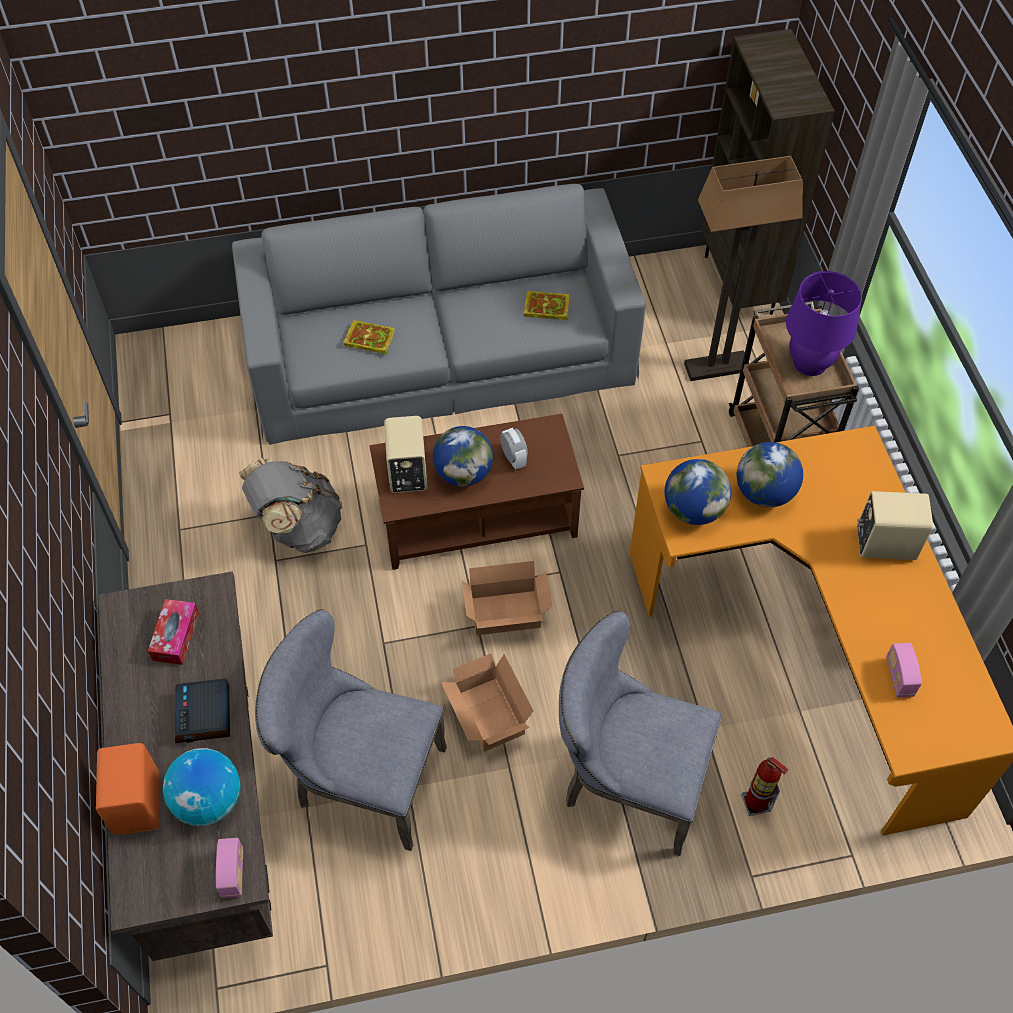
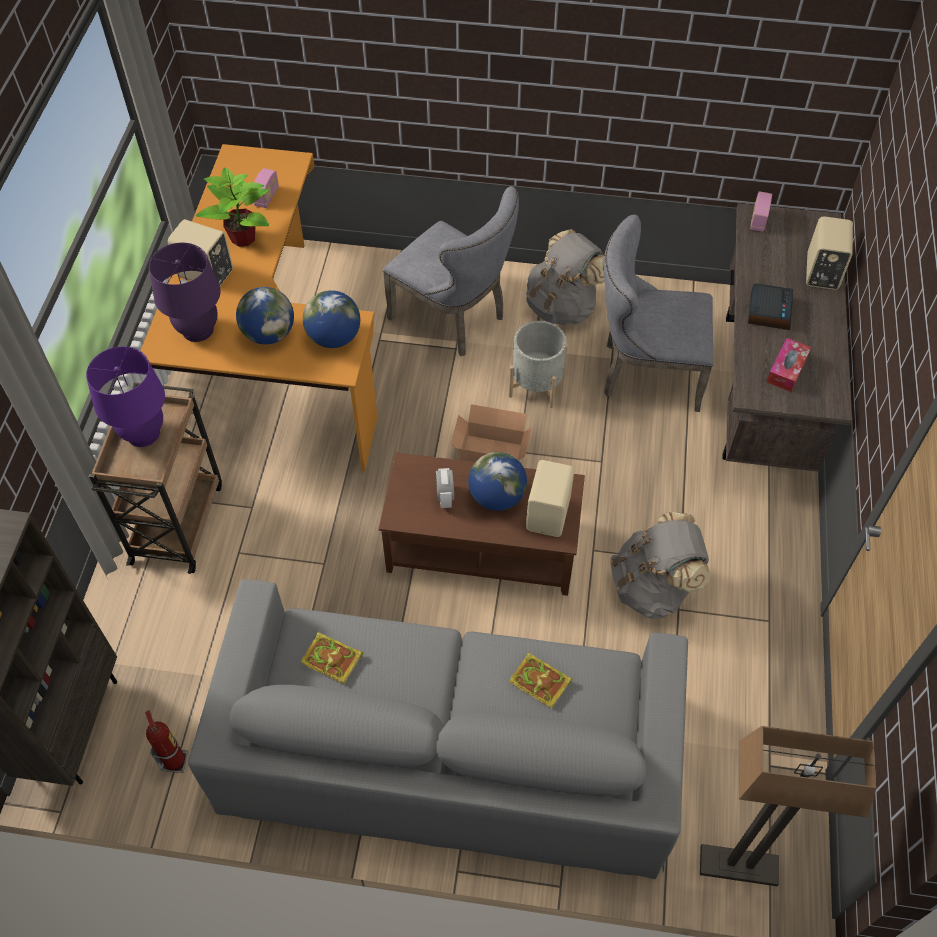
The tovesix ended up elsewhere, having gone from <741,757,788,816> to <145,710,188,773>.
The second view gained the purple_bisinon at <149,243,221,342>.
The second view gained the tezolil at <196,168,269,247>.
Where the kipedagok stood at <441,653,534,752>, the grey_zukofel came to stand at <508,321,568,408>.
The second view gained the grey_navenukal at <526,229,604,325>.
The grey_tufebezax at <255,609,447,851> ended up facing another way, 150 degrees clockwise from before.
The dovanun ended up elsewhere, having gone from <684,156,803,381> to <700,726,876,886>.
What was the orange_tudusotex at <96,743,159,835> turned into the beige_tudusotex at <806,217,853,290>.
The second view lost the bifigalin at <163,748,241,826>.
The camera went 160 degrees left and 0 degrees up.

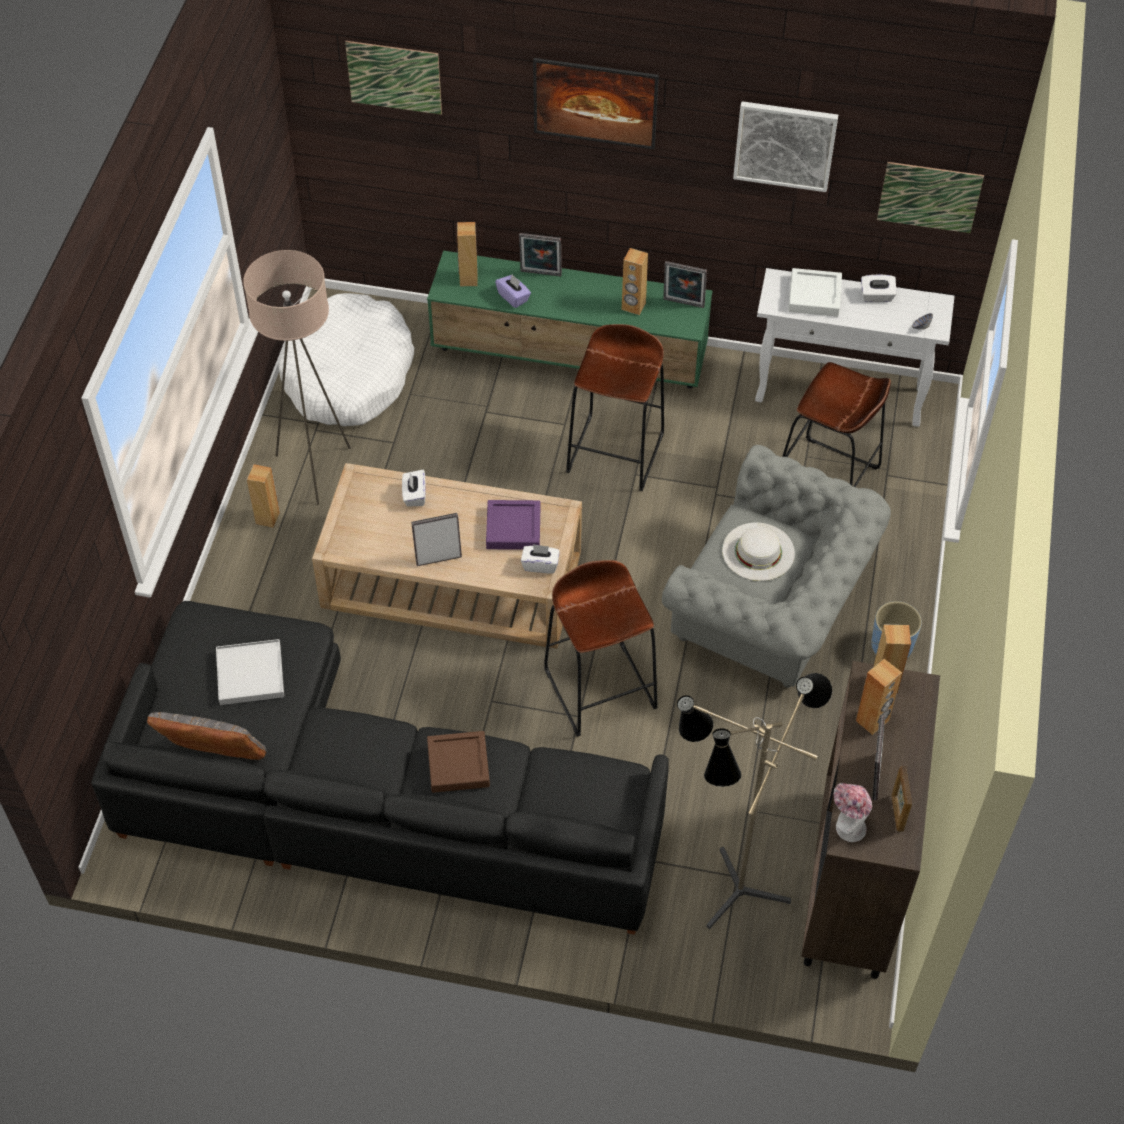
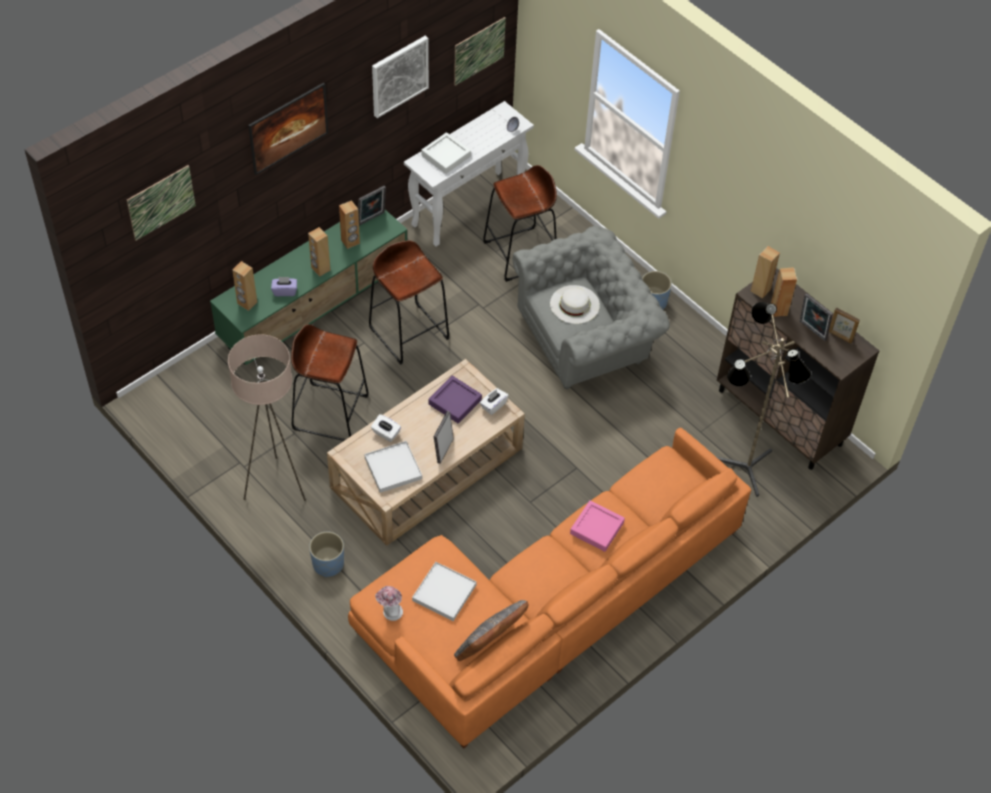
The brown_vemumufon ended up elsewhere, having gone from <544,560,658,737> to <291,324,369,441>.
The brown_tudusotex ended up elsewhere, having gone from <247,464,280,528> to <308,227,331,277>.
The second view gained the blue_zukofel at <309,532,344,577>.
What was the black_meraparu at <91,601,669,935> turned into the orange_meraparu at <348,428,751,748>.
The second view gained the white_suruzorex at <365,441,422,493>.
The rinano ended up elsewhere, having gone from <834,783,872,842> to <375,586,403,621>.
What was the brown_suruzorex at <427,731,490,793> turned into the pink_suruzorex at <570,500,625,552>.
The second view lost the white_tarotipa at <278,293,415,426>.
The second view lost the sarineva at <519,233,562,276>.
The second view lost the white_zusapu at <861,274,897,302>.
The camera went 55 degrees left and 0 degrees up.

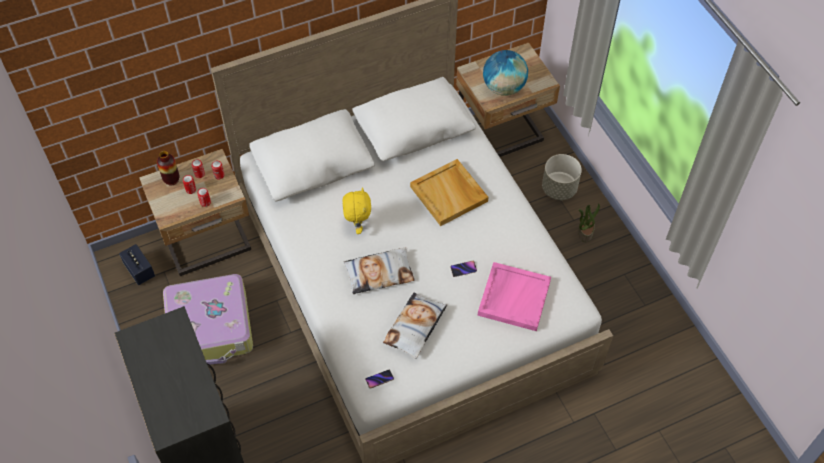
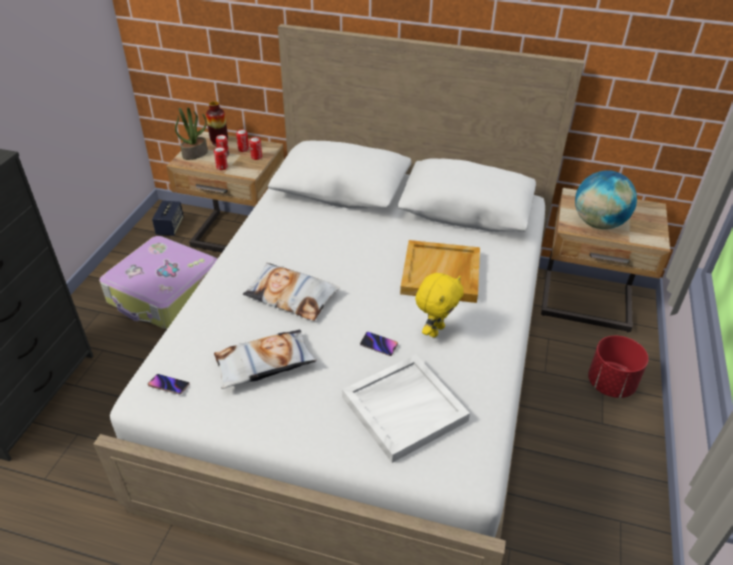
The tezolil ended up elsewhere, having gone from <578,203,600,242> to <175,108,208,160>.
What was the pink_suruzorex at <478,262,551,331> turned into the white_suruzorex at <342,355,470,463>.
The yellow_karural ended up elsewhere, having gone from <342,187,371,234> to <415,273,464,337>.
What was the grey_zukofel at <542,154,582,200> turned into the red_zukofel at <588,336,648,398>.
The camera went 40 degrees right and 15 degrees down.

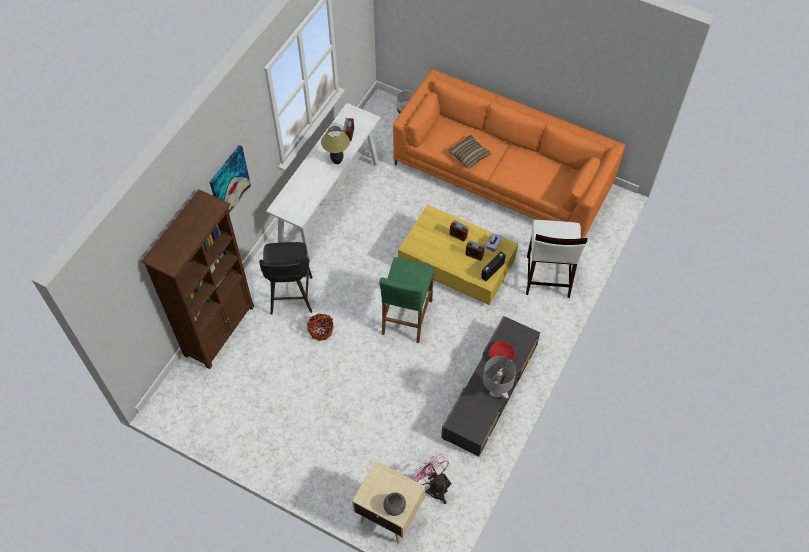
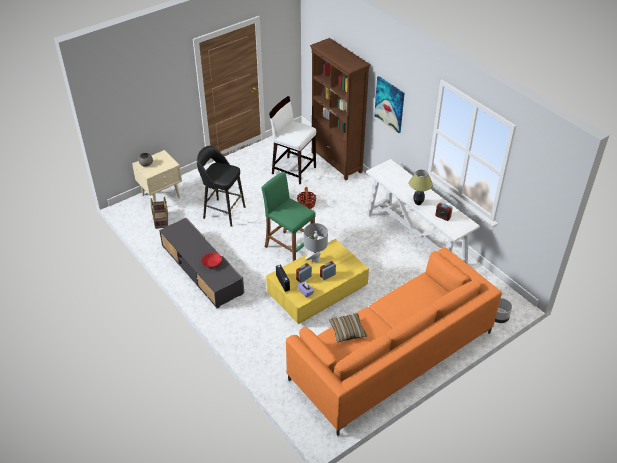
Where the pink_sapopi stood at <412,454,452,504>, the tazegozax came to stand at <150,197,168,229>.
The black_vemumufon ended up elsewhere, having gone from <259,242,312,315> to <197,146,245,227>.
The white_vemumufon ended up elsewhere, having gone from <526,220,587,298> to <269,96,316,185>.
The grey_bisinon ended up elsewhere, having gone from <483,356,516,399> to <304,223,328,263>.
The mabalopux ended up elsewhere, having gone from <448,135,491,169> to <329,313,367,343>.
The camera went 115 degrees right and 15 degrees down.

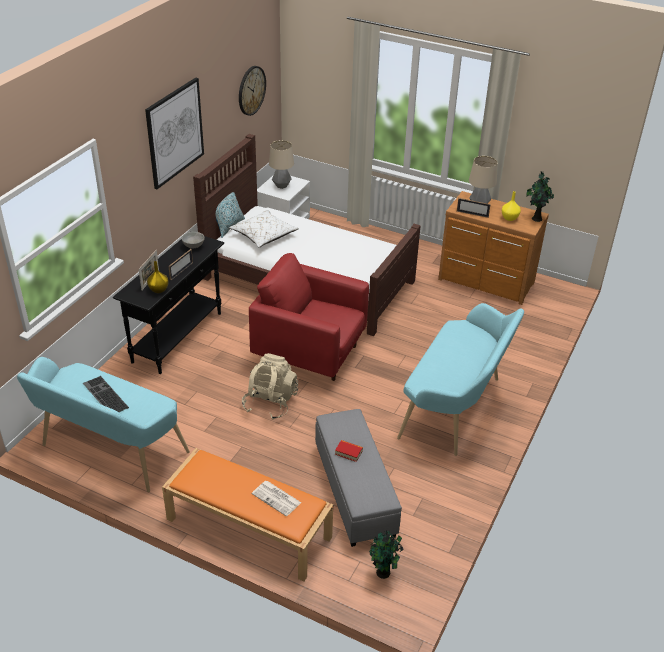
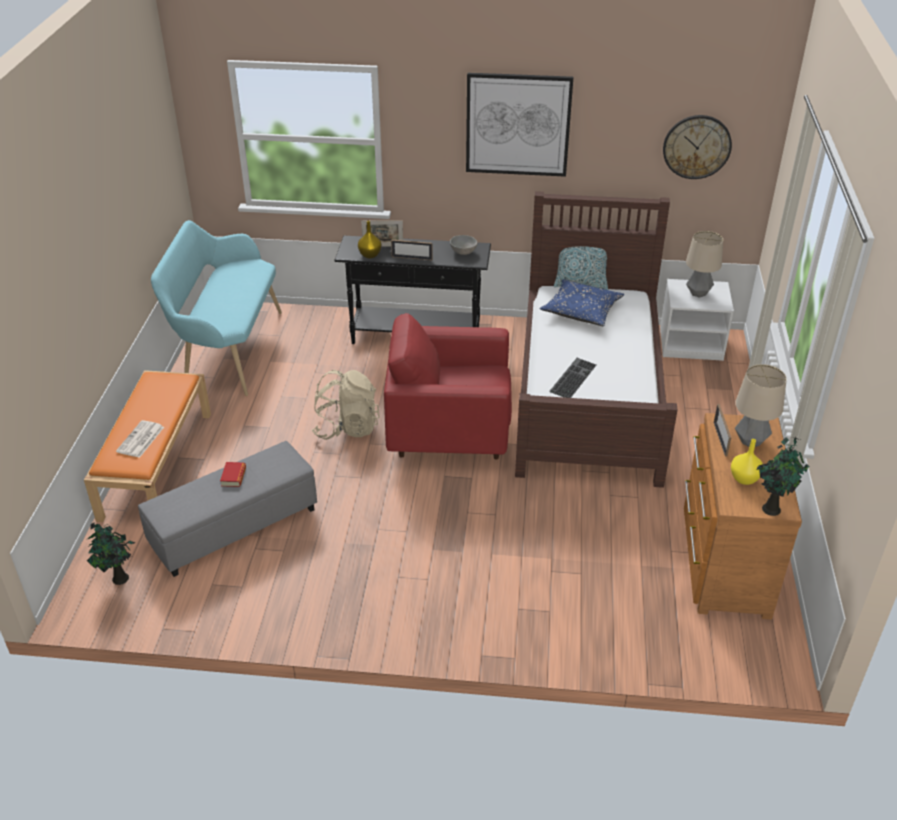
The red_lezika at <249,253,369,381> ended up facing another way, 90 degrees counterclockwise from before.
What was the white_mabalopux at <229,210,299,247> turned into the blue_mabalopux at <540,279,624,326>.
The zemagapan ended up elsewhere, having gone from <83,376,129,412> to <549,358,596,398>.
The second view lost the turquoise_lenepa at <397,303,524,456>.
The camera went 70 degrees right and 0 degrees up.

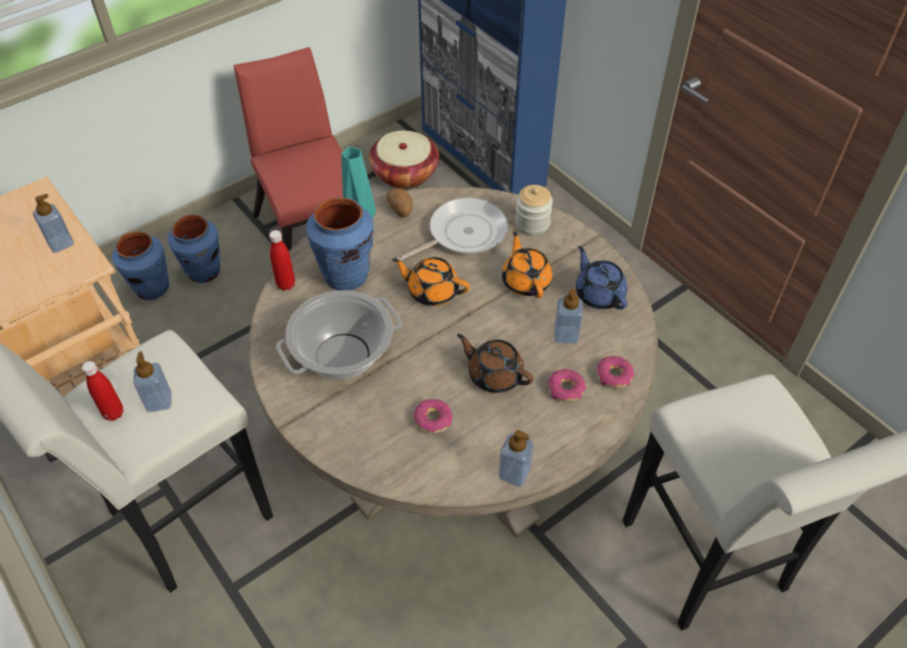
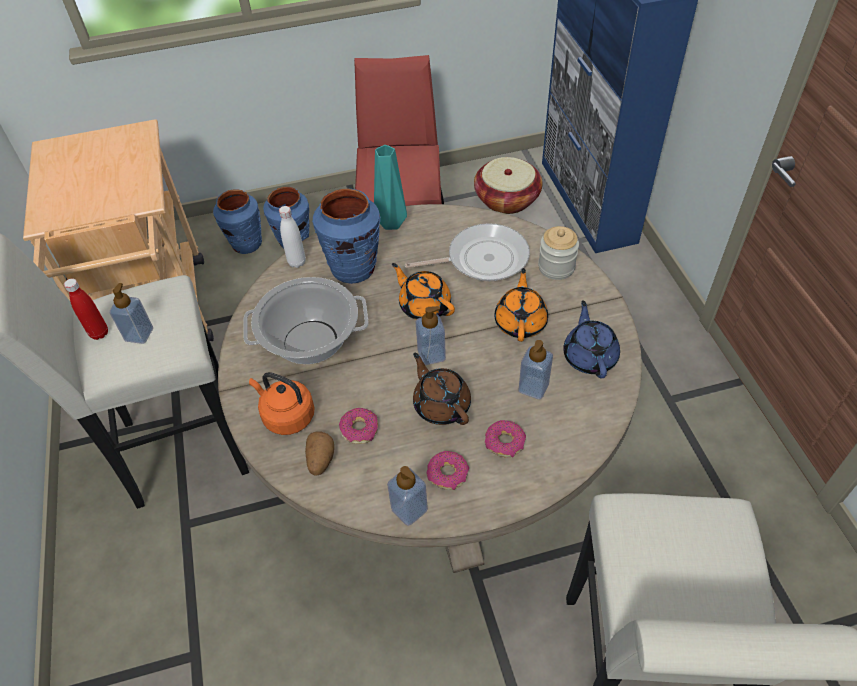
The second view gained the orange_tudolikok at <249,372,315,435>.
What was the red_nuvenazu at <269,230,295,291> turned into the white_nuvenazu at <279,206,306,268>.
The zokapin ended up elsewhere, having gone from <386,188,412,218> to <305,432,334,476>.
The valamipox ended up elsewhere, having gone from <33,194,74,253> to <416,306,446,365>.
The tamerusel ended up elsewhere, having gone from <597,356,634,389> to <426,451,469,490>.
The camera went 25 degrees right and 0 degrees up.

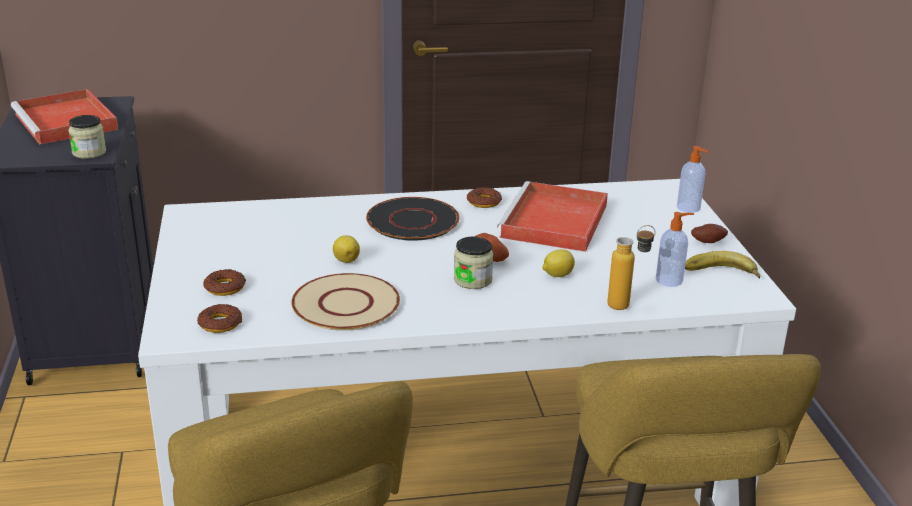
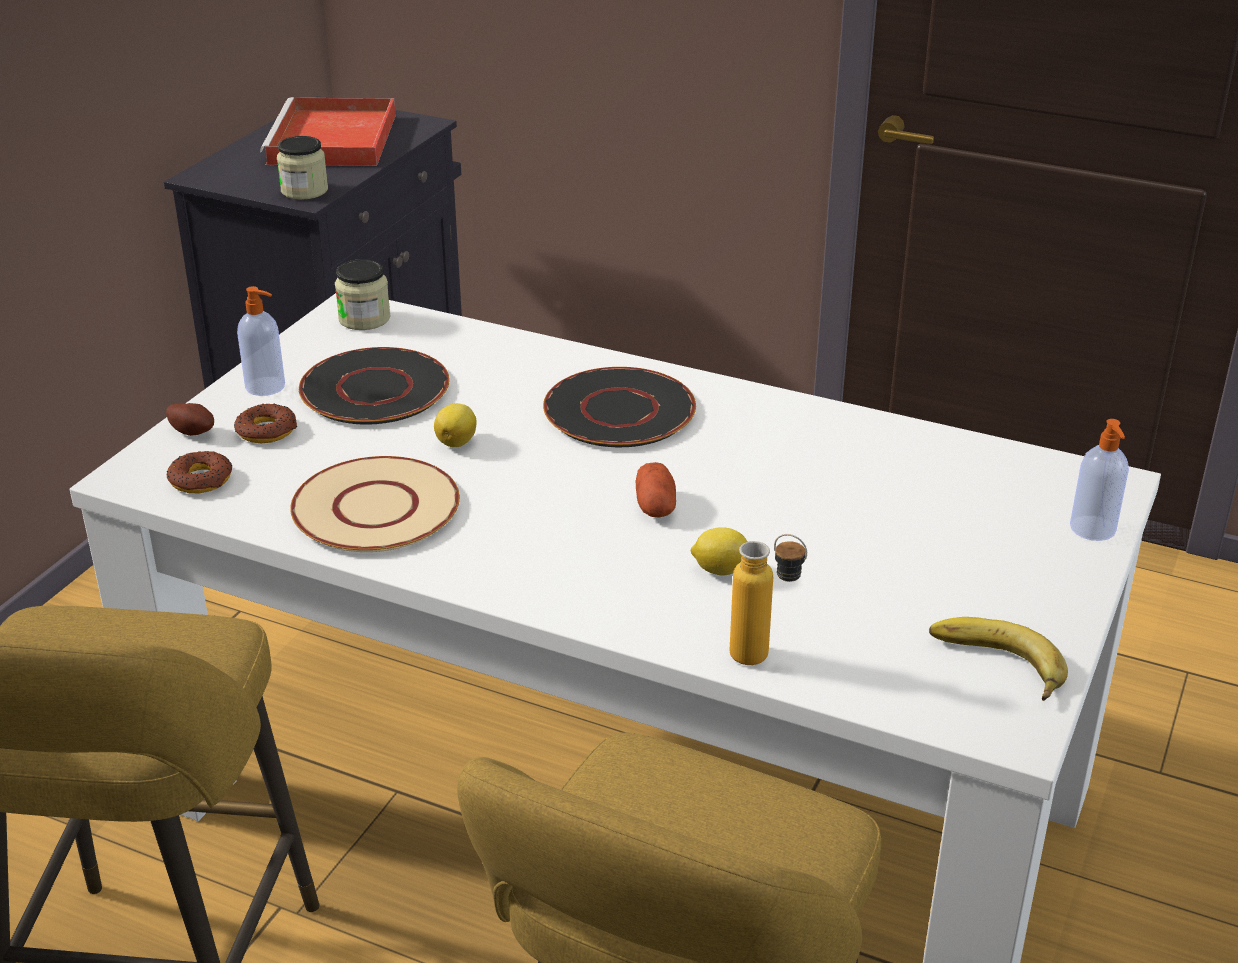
The zokapin ended up elsewhere, having gone from <691,224,728,243> to <166,403,214,436>.
The valamipox ended up elsewhere, having gone from <656,212,694,287> to <237,286,285,396>.
The second view gained the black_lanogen at <299,347,450,425>.
The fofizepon ended up elsewhere, having gone from <454,237,493,289> to <335,259,391,330>.
The second view lost the tamerusel at <467,187,503,208>.
The second view lost the red_suruzorex at <497,181,608,252>.
The camera went 35 degrees right and 5 degrees up.

